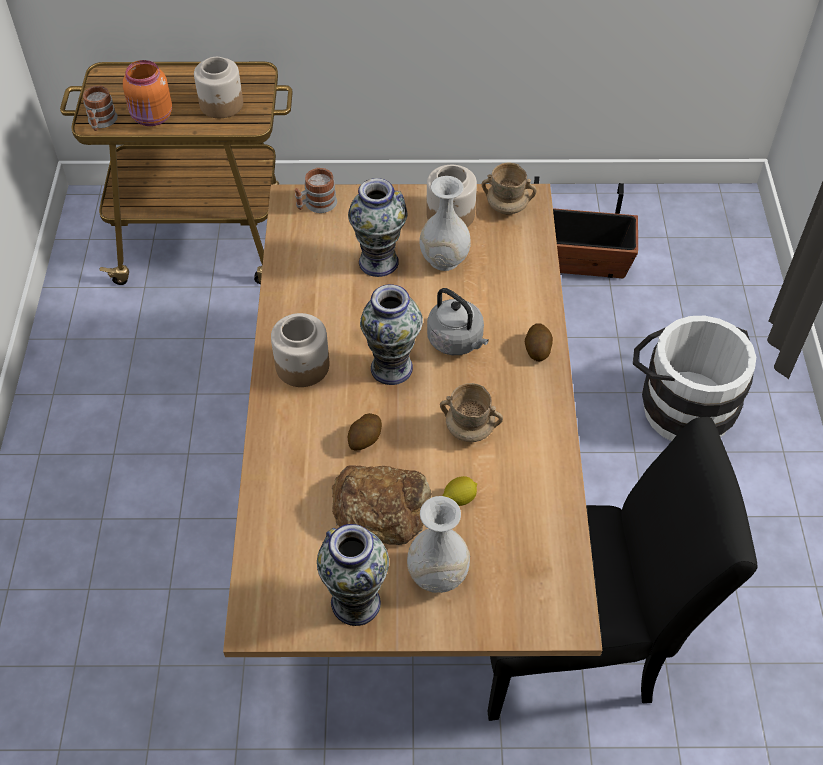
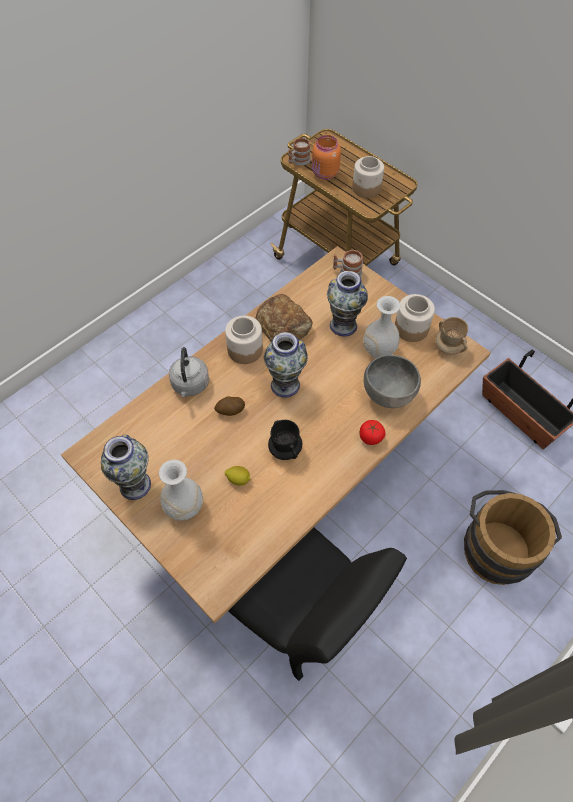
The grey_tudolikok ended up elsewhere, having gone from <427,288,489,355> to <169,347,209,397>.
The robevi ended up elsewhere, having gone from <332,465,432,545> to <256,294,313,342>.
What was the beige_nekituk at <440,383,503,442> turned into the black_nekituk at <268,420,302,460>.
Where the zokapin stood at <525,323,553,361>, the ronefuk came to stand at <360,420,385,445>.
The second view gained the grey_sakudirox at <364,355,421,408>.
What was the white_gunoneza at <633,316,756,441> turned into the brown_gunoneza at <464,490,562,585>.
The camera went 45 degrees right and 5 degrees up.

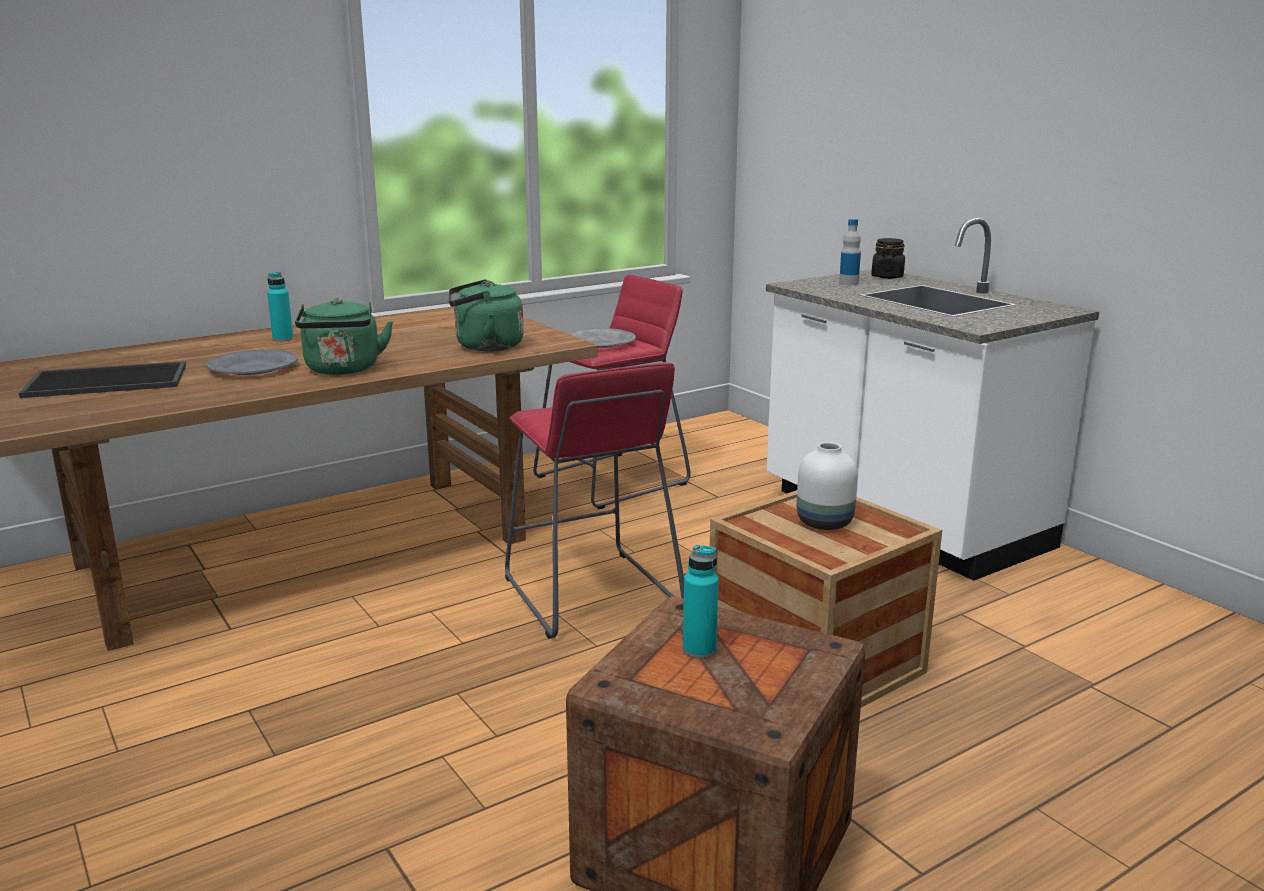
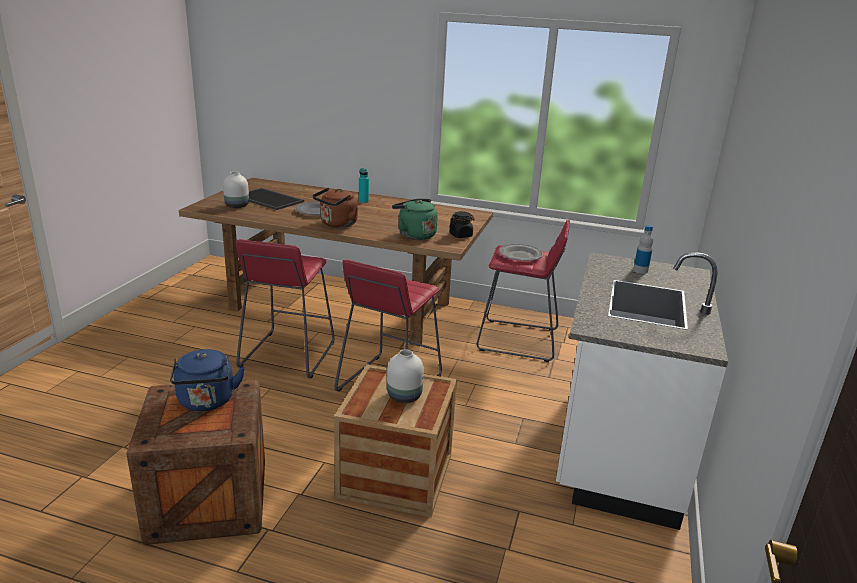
Where the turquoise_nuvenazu stood at <683,545,719,659>, the blue_tudolikok came to stand at <170,349,245,411>.
The second view gained the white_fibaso at <223,172,249,208>.
The second view gained the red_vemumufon at <236,239,334,378>.
What was the green_tudolikok at <295,298,393,375> turned into the brown_tudolikok at <313,188,358,228>.
The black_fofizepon ended up elsewhere, having gone from <871,238,905,279> to <449,211,475,238>.
The camera went 50 degrees right and 5 degrees up.

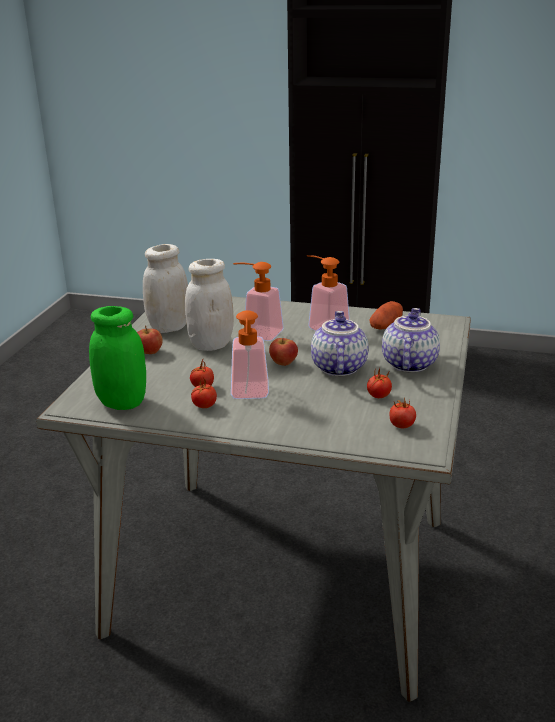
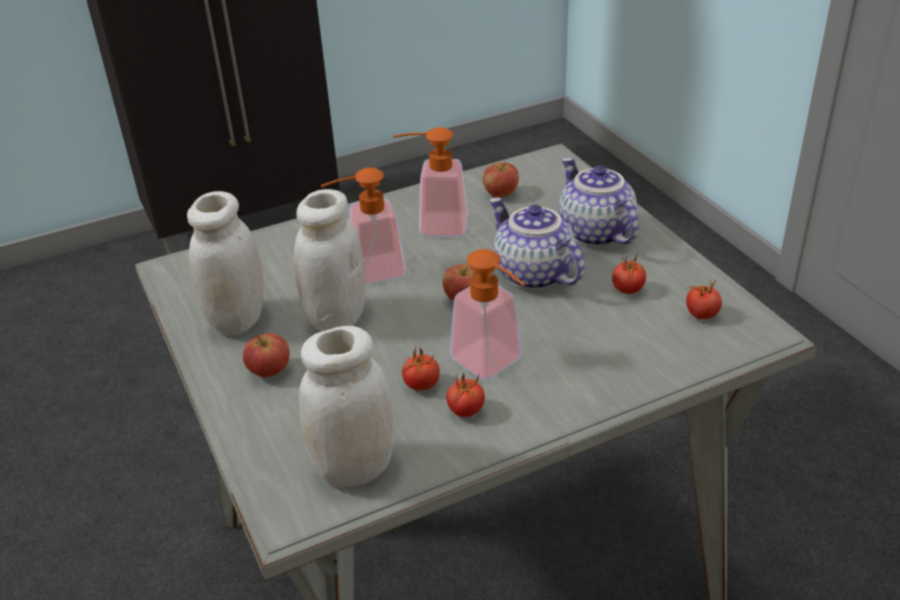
What was the green_fofizepon at <89,306,146,410> turned into the white_fofizepon at <299,326,394,487>.
Where the zokapin stood at <369,301,403,330>, the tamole came to stand at <483,162,519,198>.
The camera went 40 degrees left and 10 degrees up.

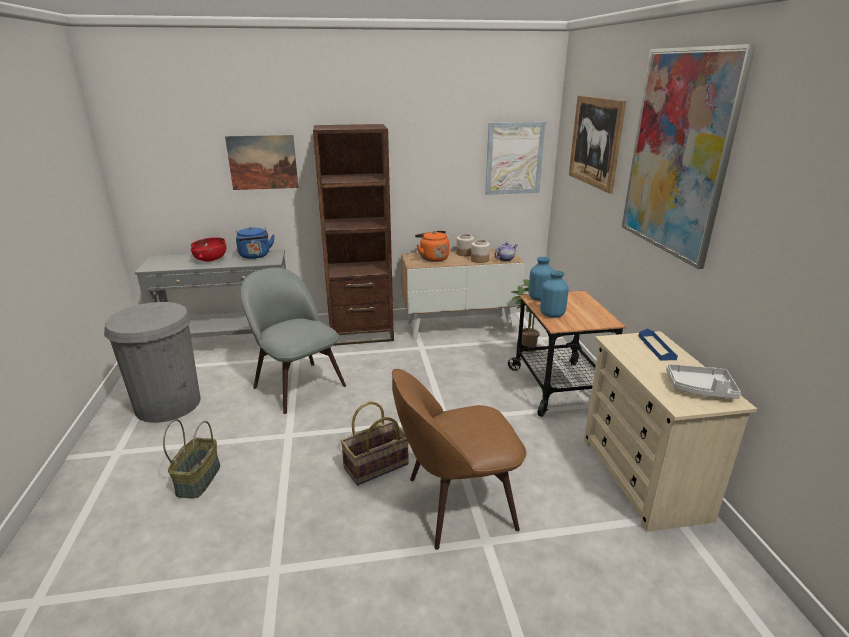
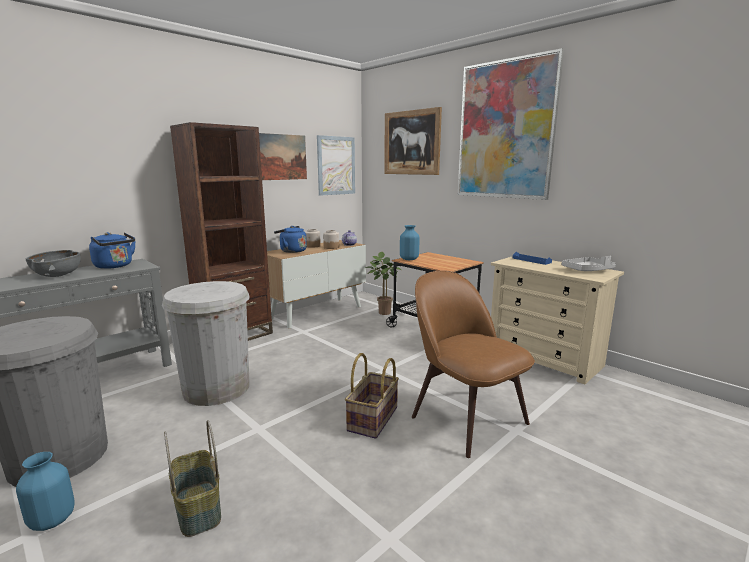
The blue_fibaso ended up elsewhere, having gone from <540,270,569,318> to <16,452,75,531>.
What was the red_sakudirox at <191,237,226,262> turned into the grey_sakudirox at <26,250,81,277>.
Where the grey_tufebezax stood at <241,267,346,414>, the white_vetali came to stand at <162,281,249,406>.
The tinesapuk ended up elsewhere, having gone from <225,135,299,190> to <259,133,307,180>.
What was the orange_tudolikok at <415,231,449,262> turned into the blue_tudolikok at <274,226,307,253>.
The brown_tufebezax at <392,369,526,550> ended up facing another way, 105 degrees clockwise from before.
The camera went 35 degrees left and 10 degrees down.

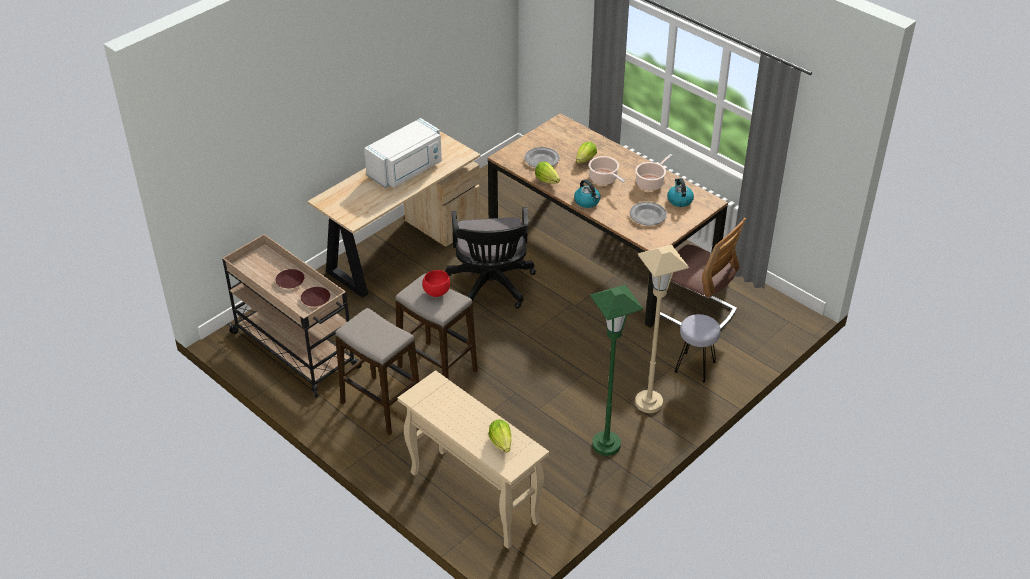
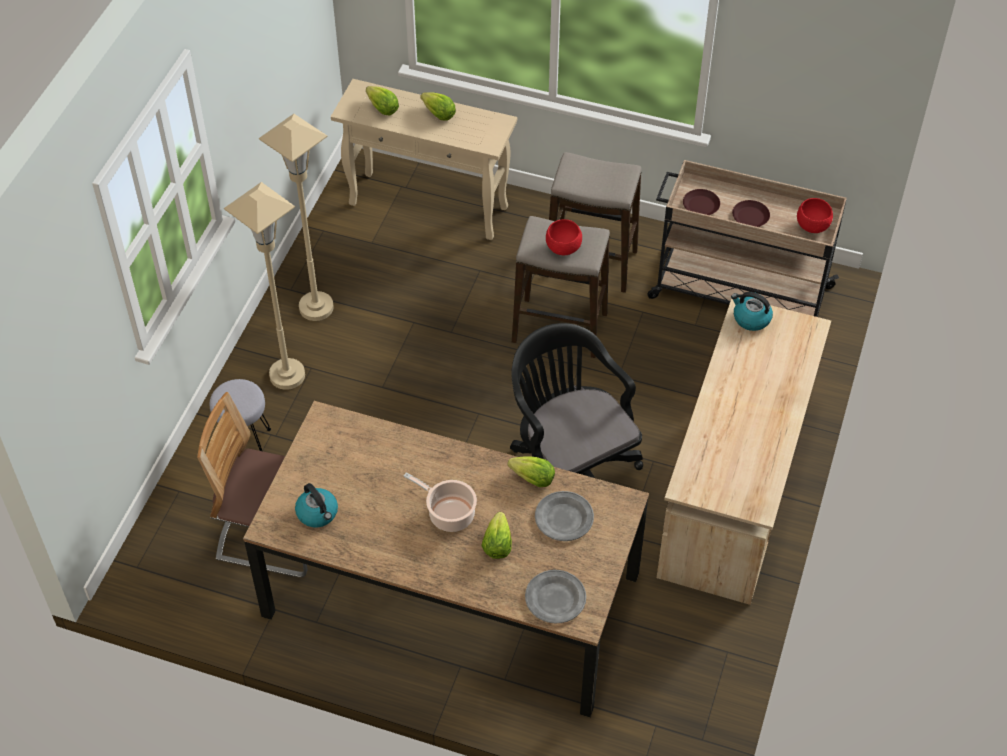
What was the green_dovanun at <590,285,643,456> turned into the beige_dovanun at <259,114,334,321>.
The second view gained the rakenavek at <420,92,456,121>.
The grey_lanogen ended up elsewhere, having gone from <630,202,667,226> to <525,570,586,623>.
The tudolikok ended up elsewhere, having gone from <574,179,600,208> to <731,292,773,331>.
The second view gained the red_sakudirox at <797,198,833,233>.
The second view lost the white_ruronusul at <364,118,442,188>.
The second view lost the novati at <635,154,673,191>.
The camera went 155 degrees right and 10 degrees up.

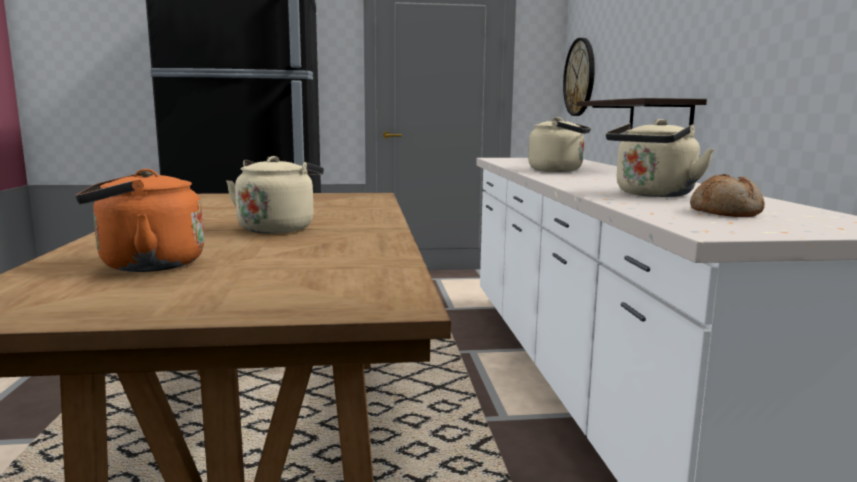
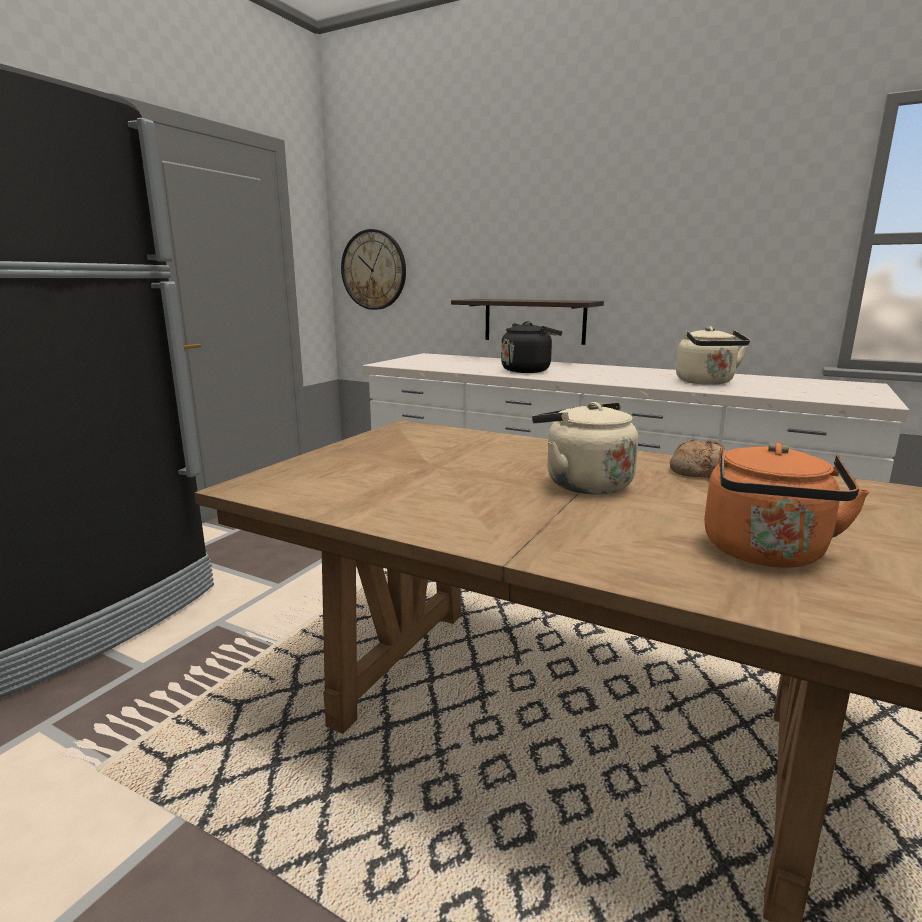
What was the beige_tudolikok at <528,117,591,172> turned into the black_tudolikok at <501,321,562,373>.
The robevi ended up elsewhere, having gone from <690,174,765,217> to <670,439,726,478>.
The camera went 55 degrees left and 5 degrees up.

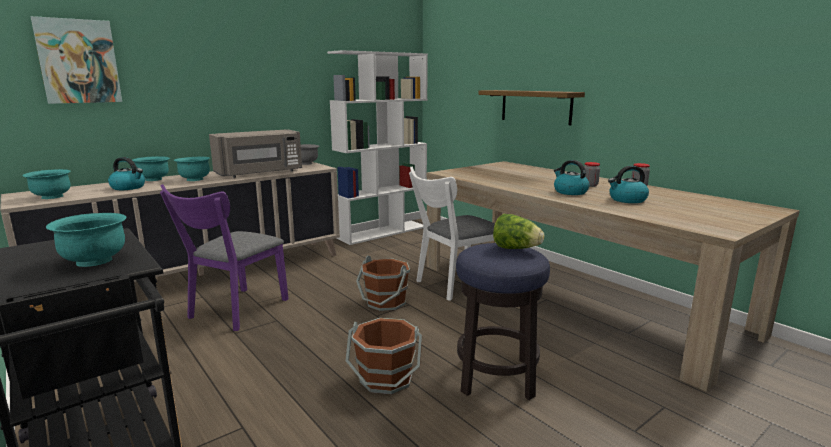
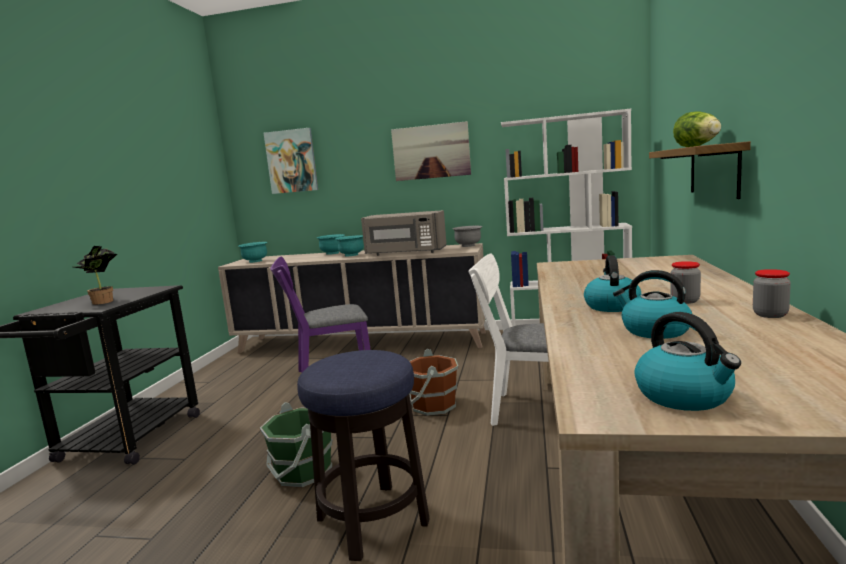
Where the turquoise_sakudirox stood at <46,213,126,267>, the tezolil came to stand at <74,246,117,305>.
What was the brown_gunoneza at <345,318,422,395> turned into the green_gunoneza at <260,402,333,487>.
The second view gained the tinesapuk at <391,121,471,181>.
The tudolikok ended up elsewhere, having gone from <108,157,145,190> to <634,312,741,411>.
The rakenavek ended up elsewhere, having gone from <493,214,544,249> to <673,111,721,147>.
The camera went 50 degrees right and 5 degrees down.

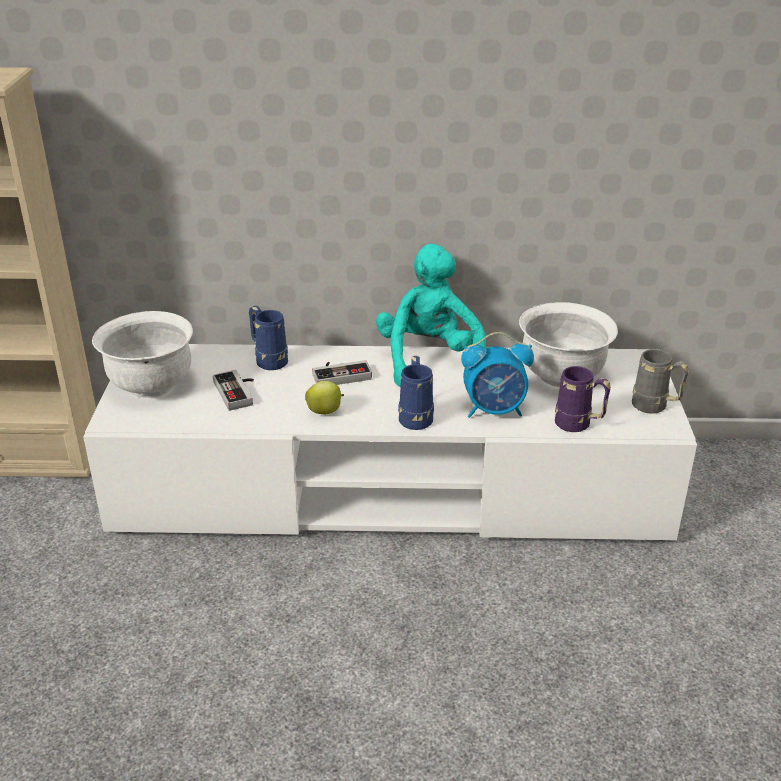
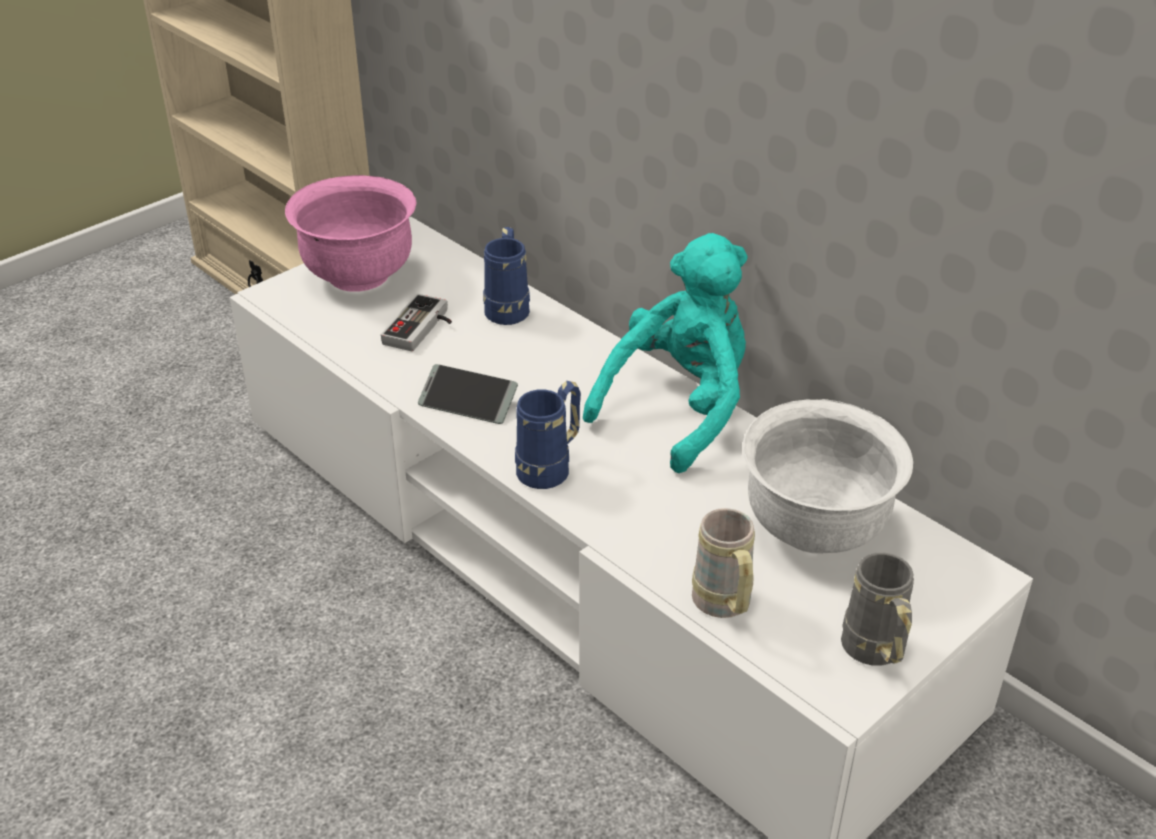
What was the white_sakudirox at <92,311,193,398> turned into the pink_sakudirox at <285,175,417,292>.
Where the tamole stood at <305,381,344,414>, the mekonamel came to stand at <418,364,518,424>.
What was the purple_nekituk at <555,366,611,432> turned into the beige_nekituk at <692,508,755,618>.
The second view lost the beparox at <312,360,372,385>.
The second view lost the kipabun at <461,332,534,418>.
The camera went 45 degrees right and 5 degrees up.

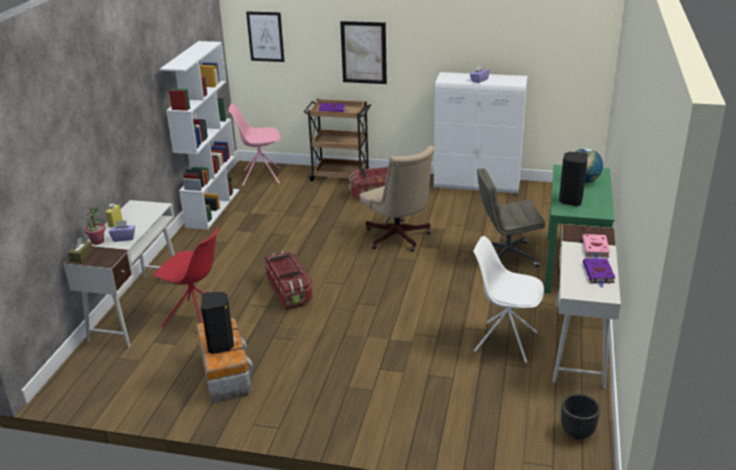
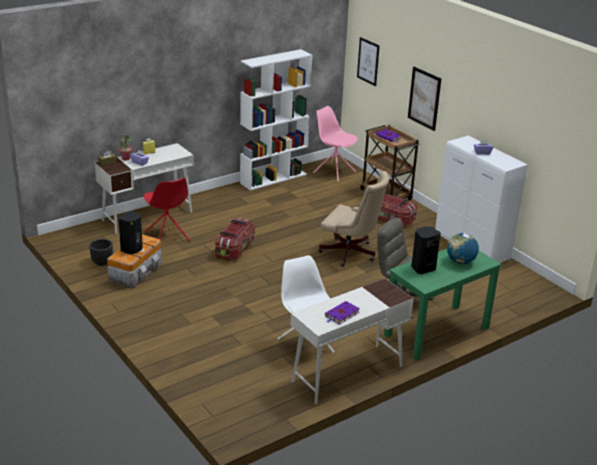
The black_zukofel ended up elsewhere, having gone from <561,394,600,439> to <89,239,113,266>.
The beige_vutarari at <359,146,435,252> ended up facing another way, 75 degrees counterclockwise from before.
The second view lost the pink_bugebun at <582,234,610,259>.
The camera went 40 degrees right and 0 degrees up.

